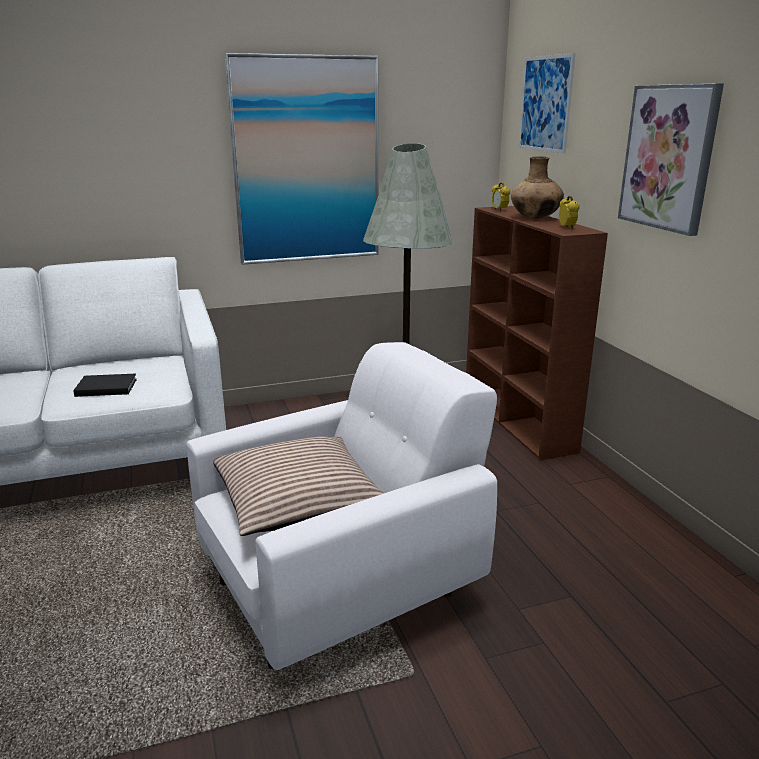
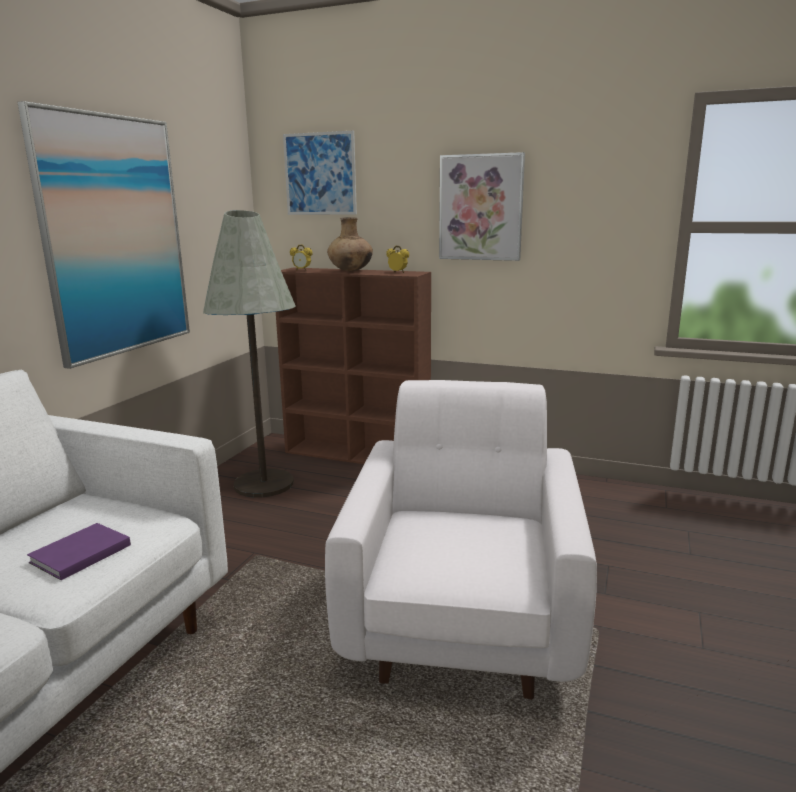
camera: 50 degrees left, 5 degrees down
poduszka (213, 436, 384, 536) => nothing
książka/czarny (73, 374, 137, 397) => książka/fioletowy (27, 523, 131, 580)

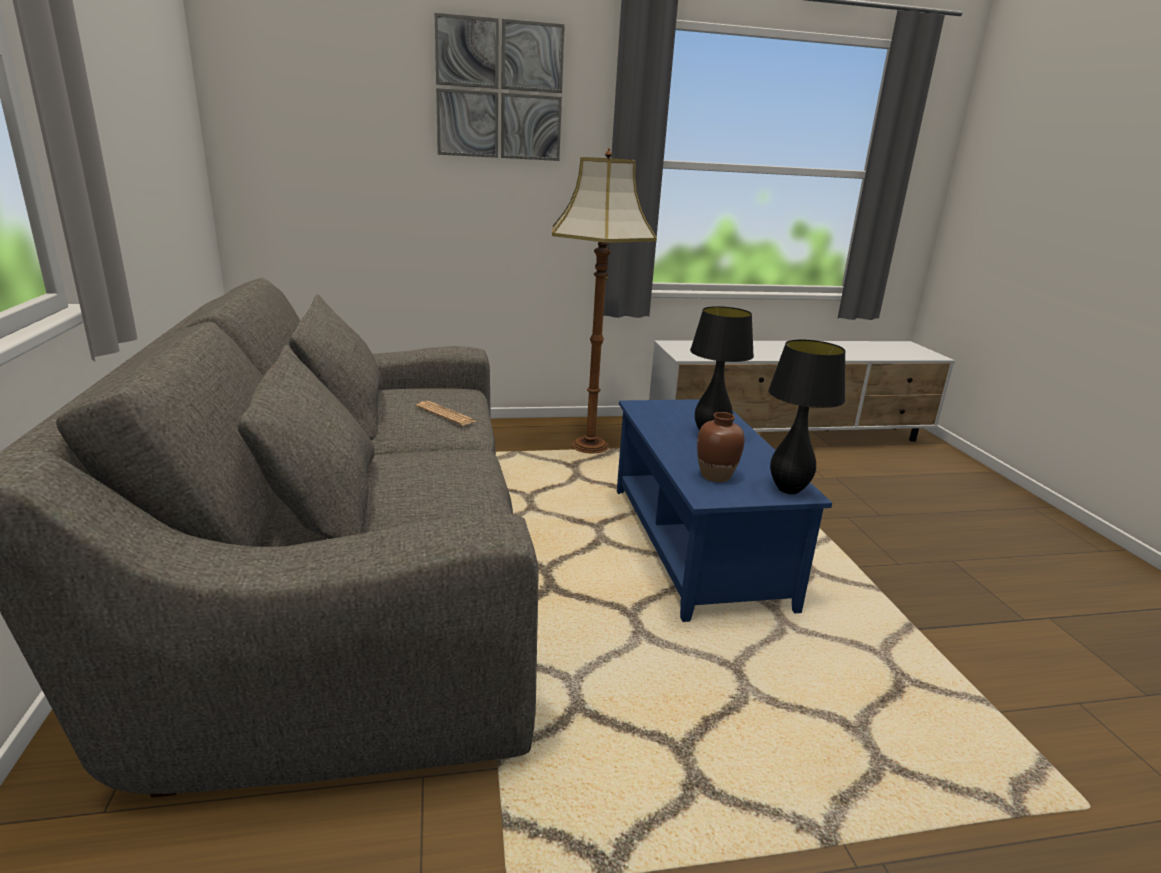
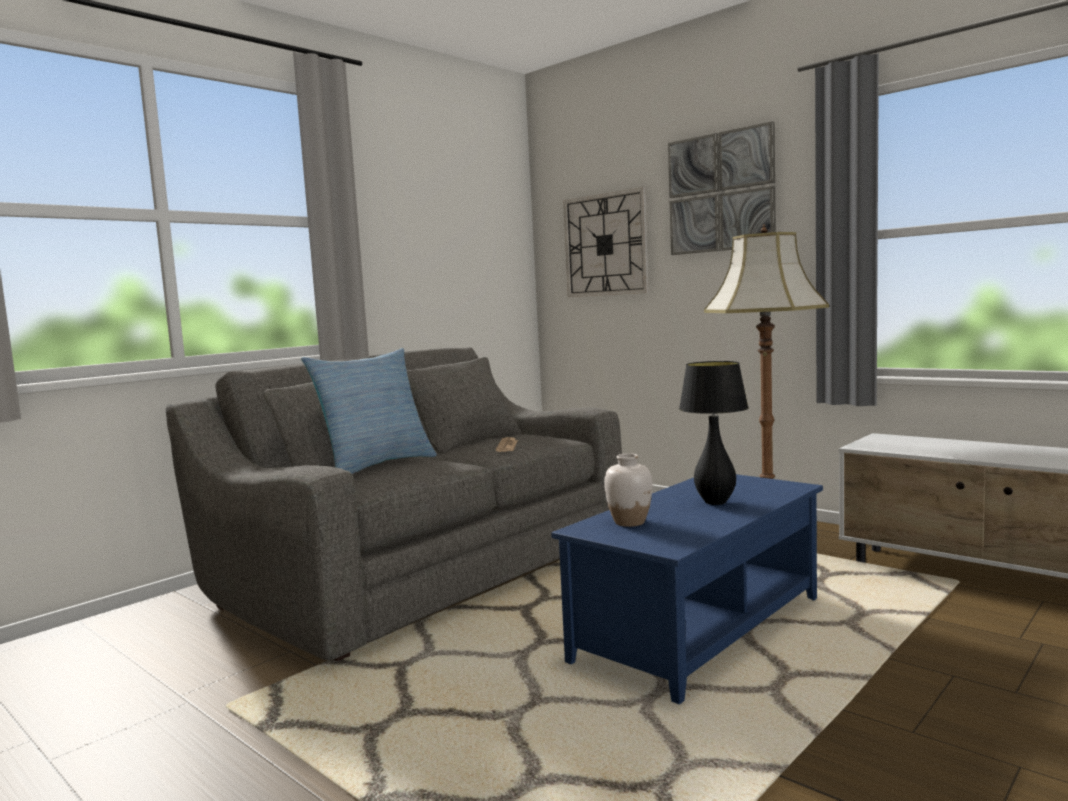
camera: 55 degrees right, 15 degrees down
lampa stołowa/czarny (768, 340, 846, 494) => nothing
nothing => poduszka (301, 348, 437, 474)
nothing => zegar ścienny (563, 187, 649, 297)
wazon/brązowy (697, 412, 745, 482) => wazon/biały (604, 453, 653, 527)

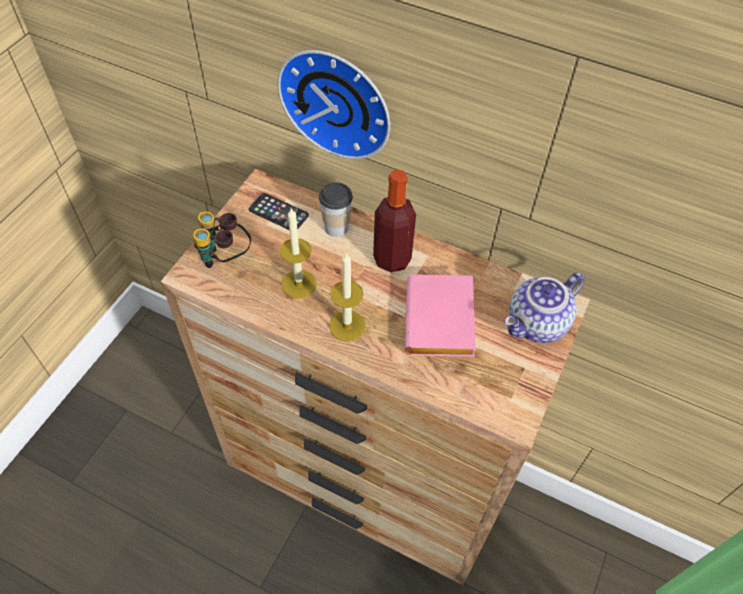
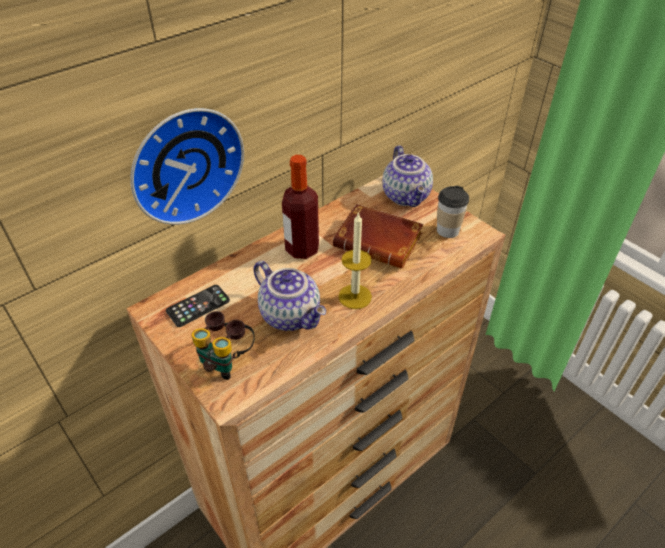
camera: 65 degrees left, 10 degrees down
filiżanka (319, 182, 353, 237) => filiżanka (437, 186, 469, 238), relocated
świeca (280, 208, 317, 298) => imbryk (254, 261, 326, 331)
książka/różowy (405, 274, 476, 357) => książka/brązowy (333, 204, 423, 269)

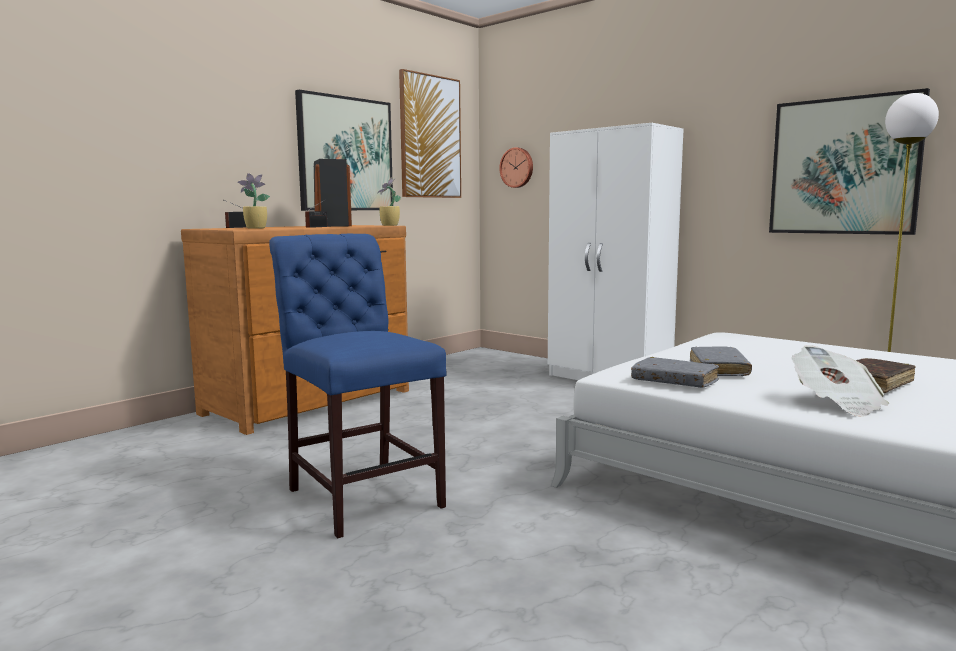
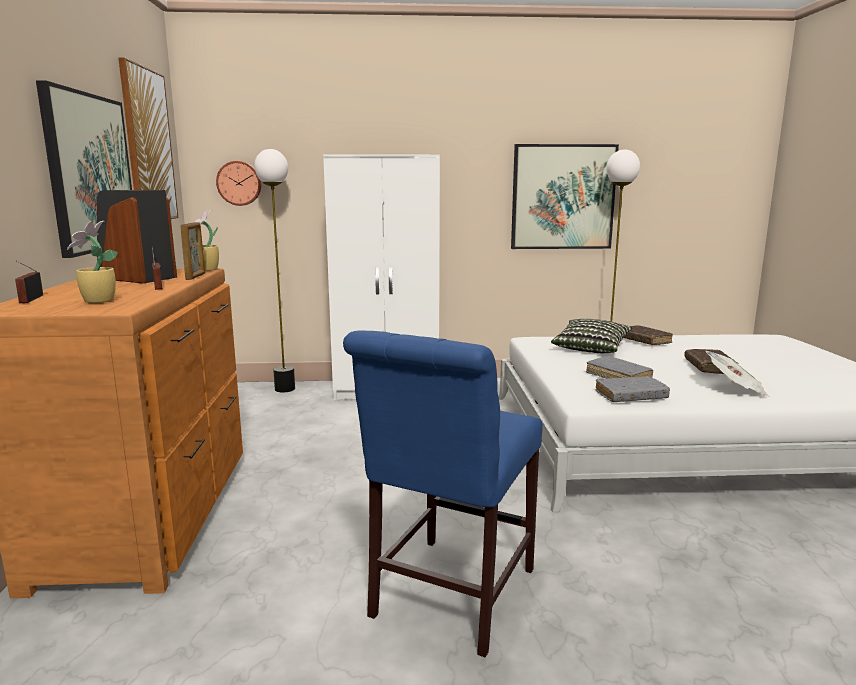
camera: 45 degrees left, 5 degrees up
nothing => ramka na zdjęcie (180, 222, 205, 280)
nothing => lampa stojąca (254, 149, 295, 392)
nothing => poduszka (551, 319, 632, 353)
nothing => książka/brązowy (624, 325, 673, 345)
krzesło/niebieski (269, 233, 447, 538) => krzesło/niebieski (343, 330, 543, 657), 75 degrees counterclockwise

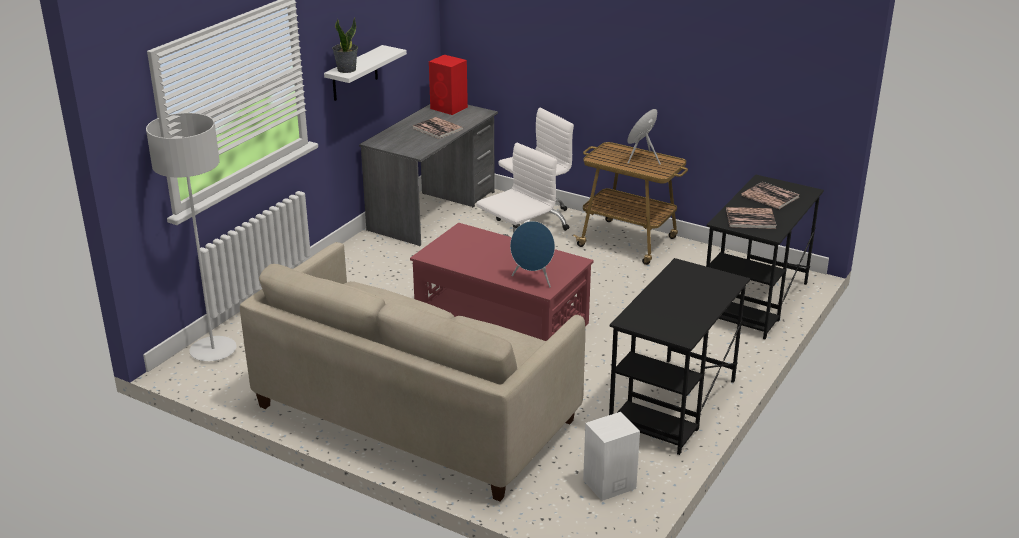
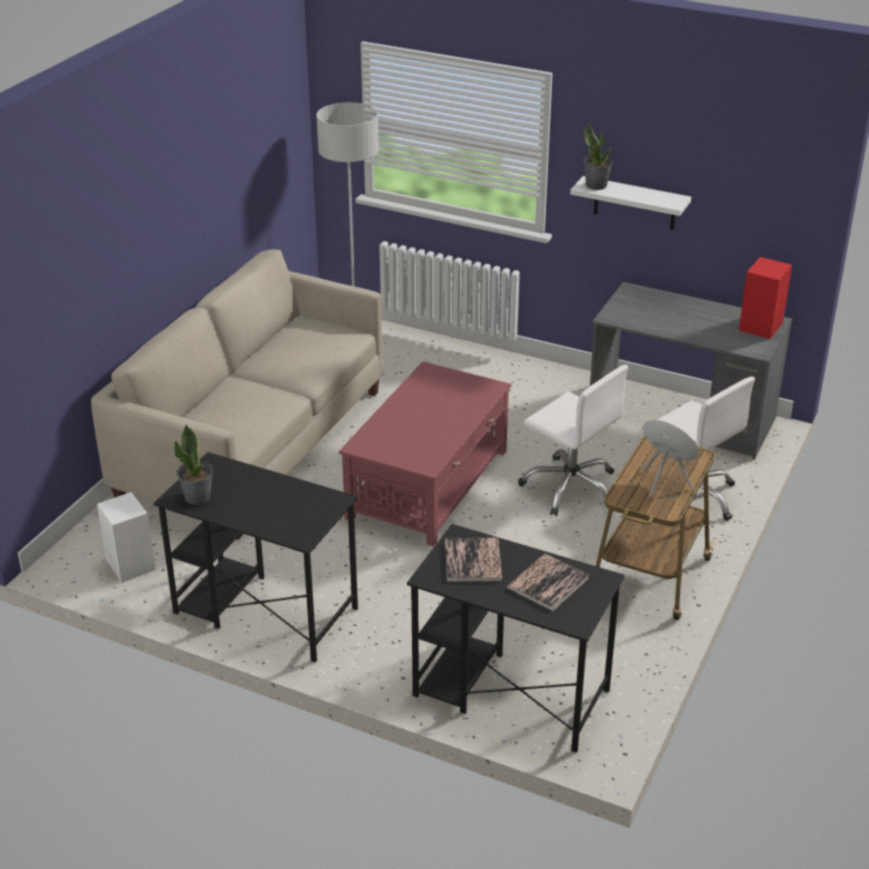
camera: 85 degrees right, 5 degrees up
książka (413, 117, 463, 139) => nothing
głośnik/niebieski (510, 221, 555, 287) => nothing
nothing => roślina doniczkowa (174, 424, 213, 505)

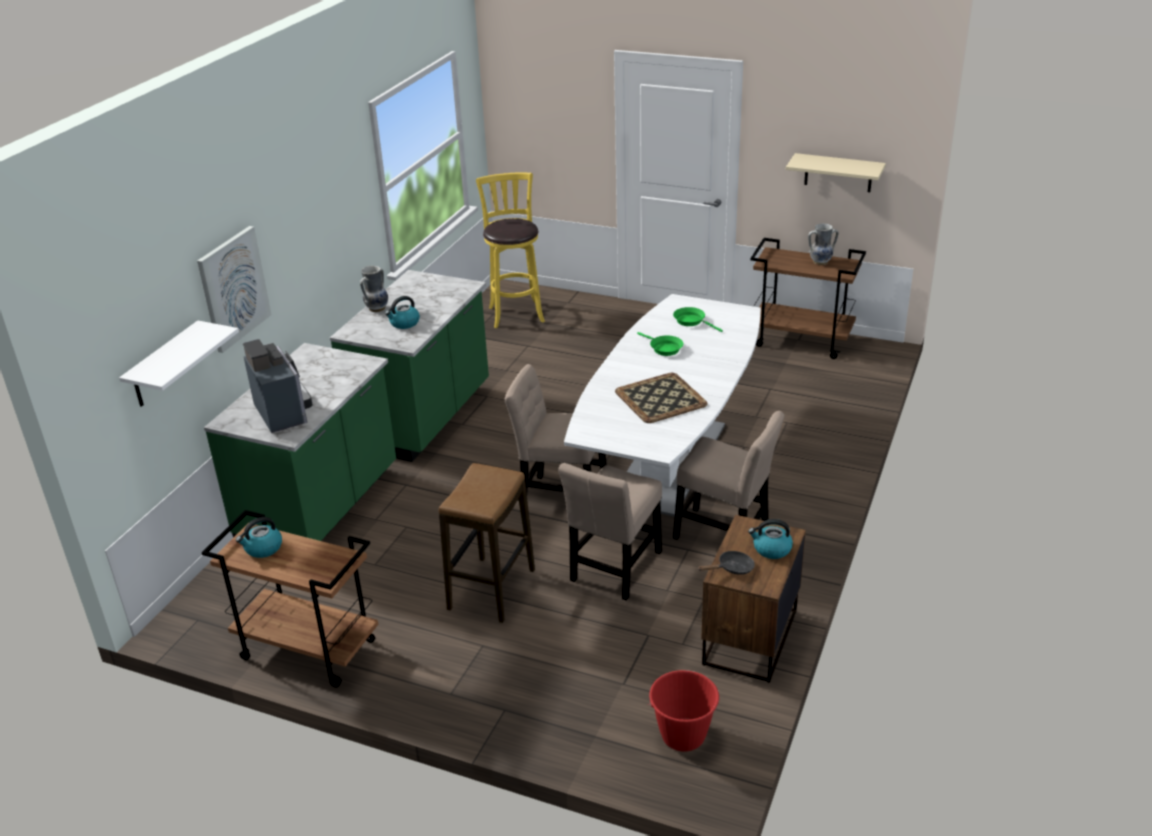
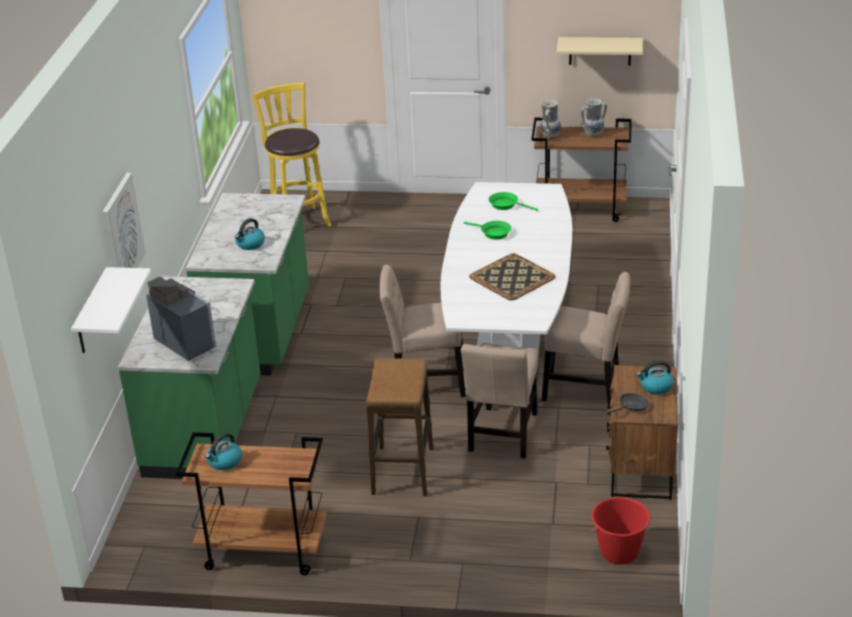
camera: 15 degrees left, 0 degrees up
wazon (360, 266, 388, 312) => wazon (540, 100, 561, 139), relocated

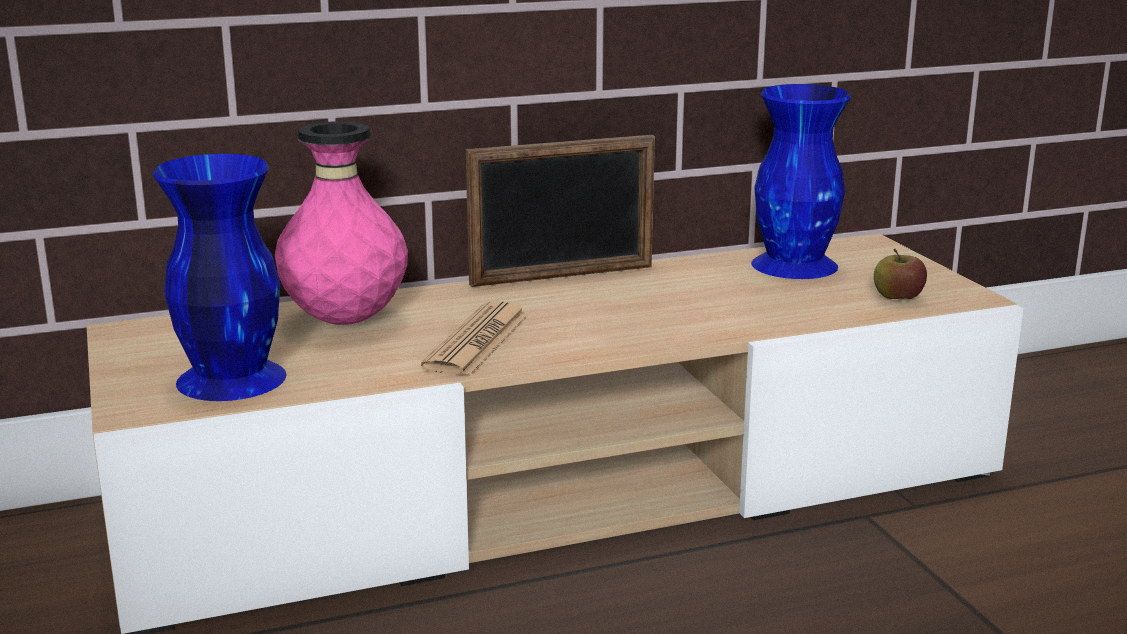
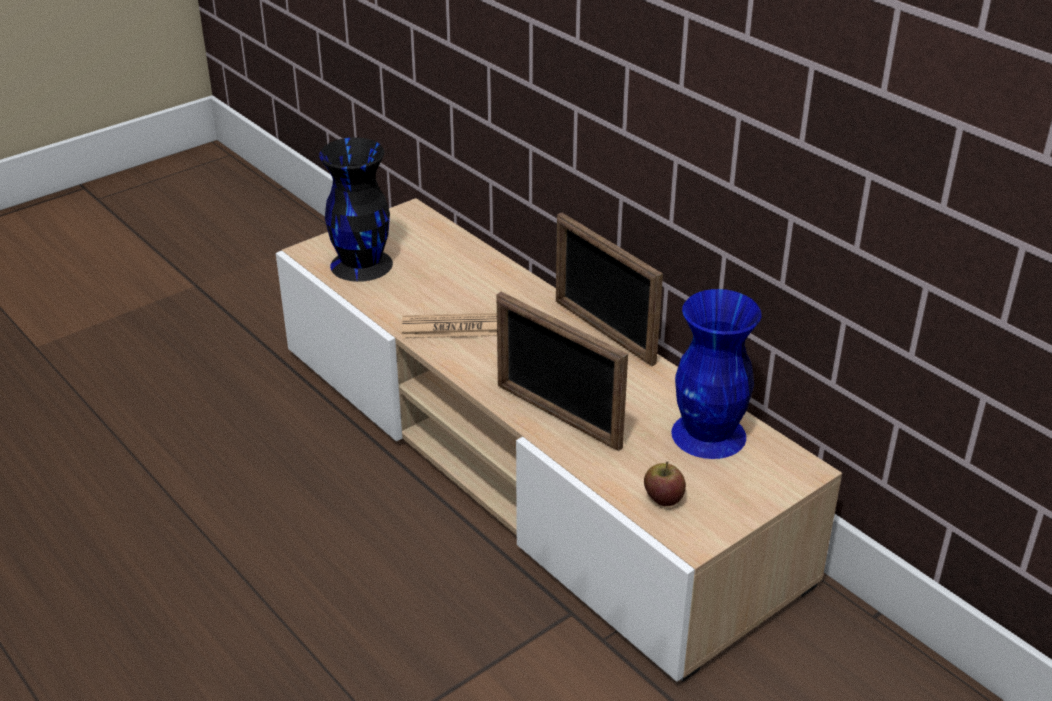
camera: 70 degrees right, 15 degrees up
wazon/różowy (275, 121, 408, 325) => nothing
nothing => ramka na zdjęcie (496, 292, 628, 451)
wazon/niebieski (153, 154, 287, 401) => wazon/czarny (319, 137, 393, 282)

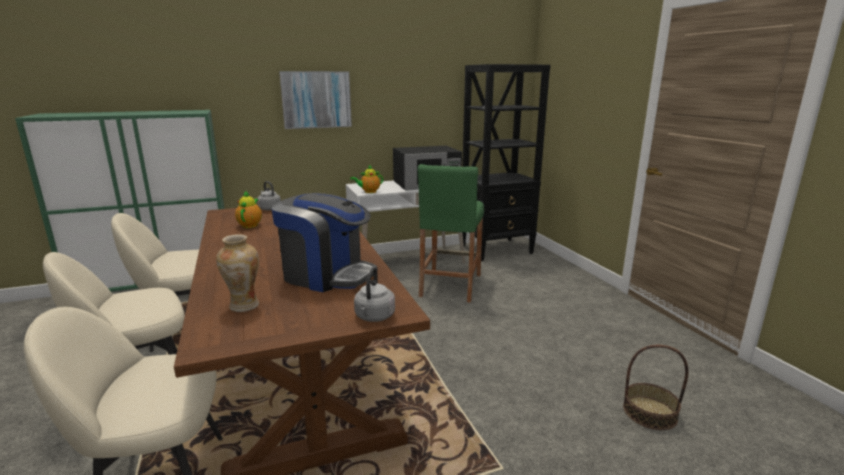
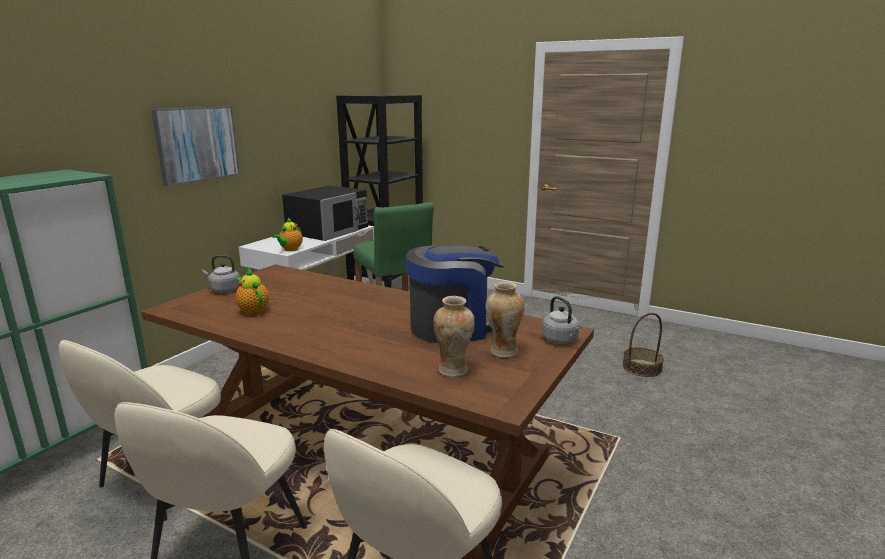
camera: 40 degrees left, 0 degrees up
nothing => wazon (486, 282, 525, 358)

